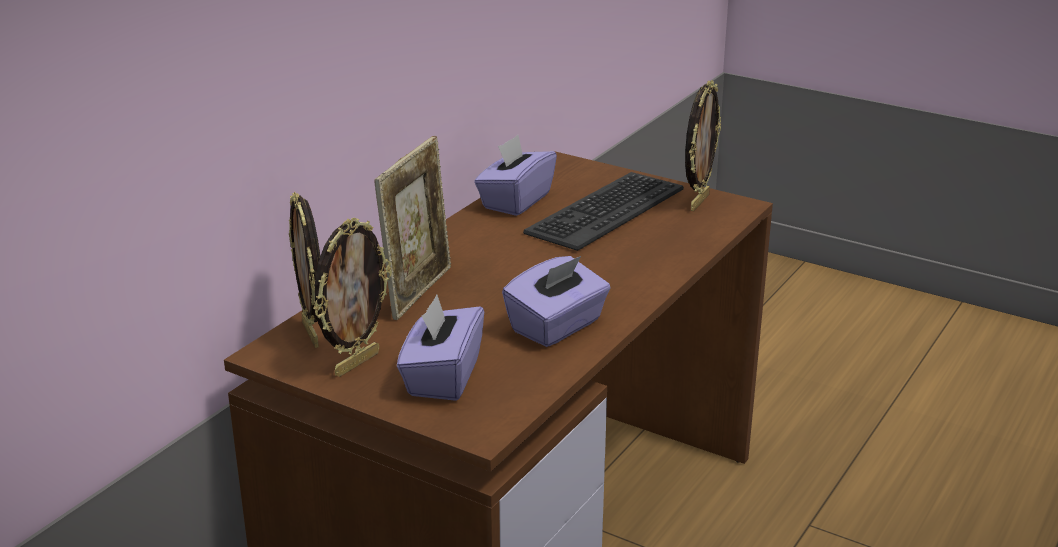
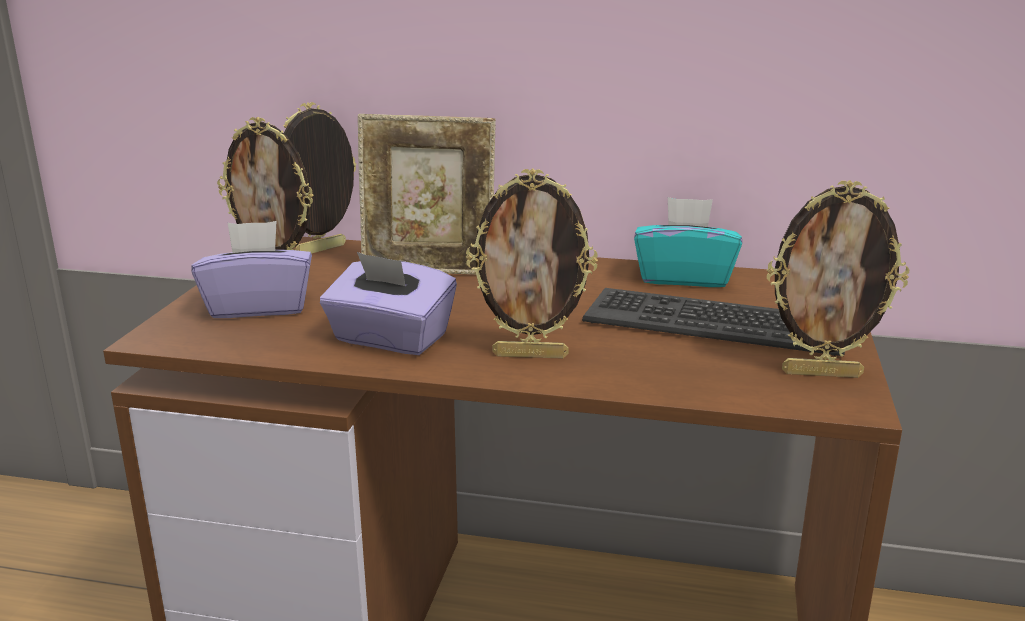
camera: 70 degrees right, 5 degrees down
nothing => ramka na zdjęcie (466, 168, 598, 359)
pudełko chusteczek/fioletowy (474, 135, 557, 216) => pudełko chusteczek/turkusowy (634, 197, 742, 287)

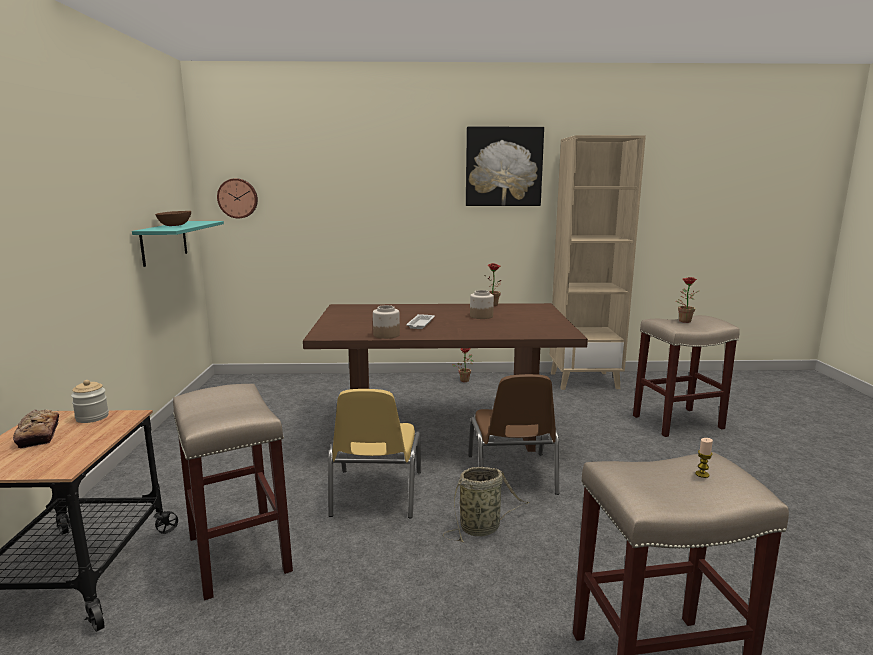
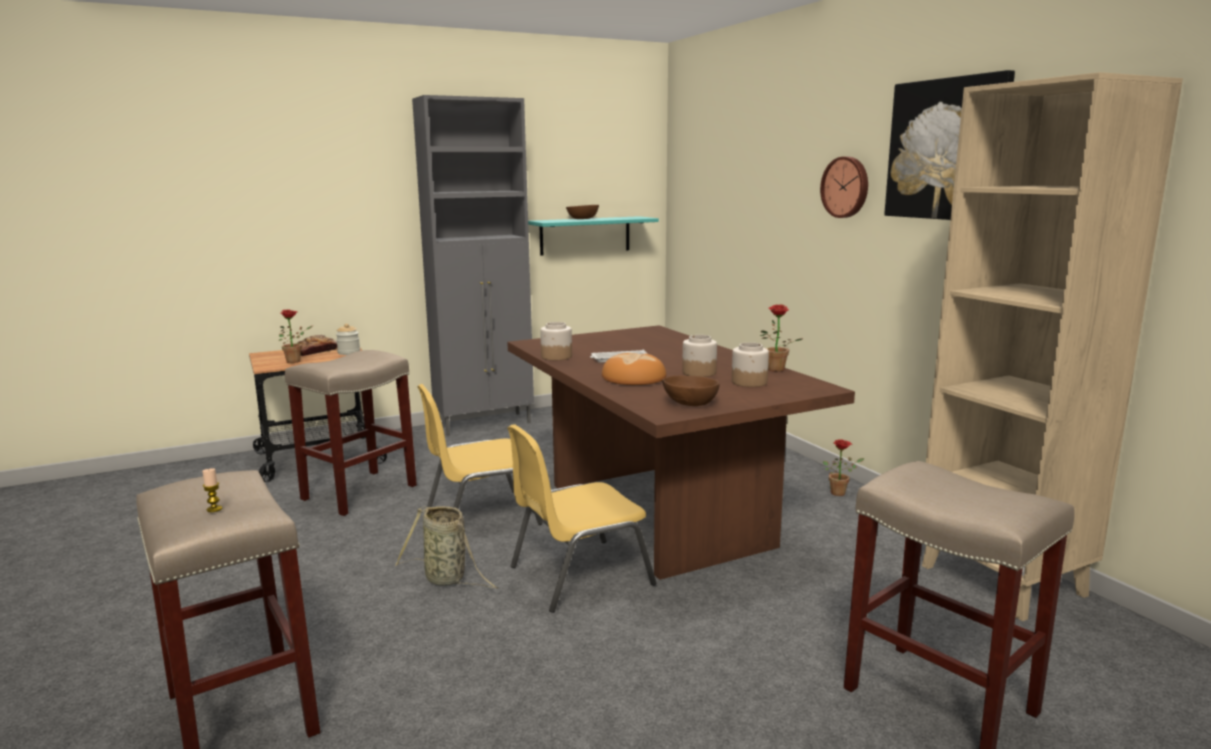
camera: 65 degrees right, 0 degrees up
nothing => szafka/szary (412, 95, 534, 436)
nothing => chleb (602, 353, 666, 385)
nothing => miska/brązowy (662, 375, 720, 406)
nothing => słoik (732, 342, 769, 387)
zegar ścienny (217, 179, 258, 218) => zegar ścienny (820, 157, 868, 218), relocated
roślina doniczkowa (676, 277, 699, 323) => roślina doniczkowa (279, 309, 312, 363), relocated
krzesło/brązowy (468, 374, 559, 495) => krzesło/żółty (508, 424, 656, 613)

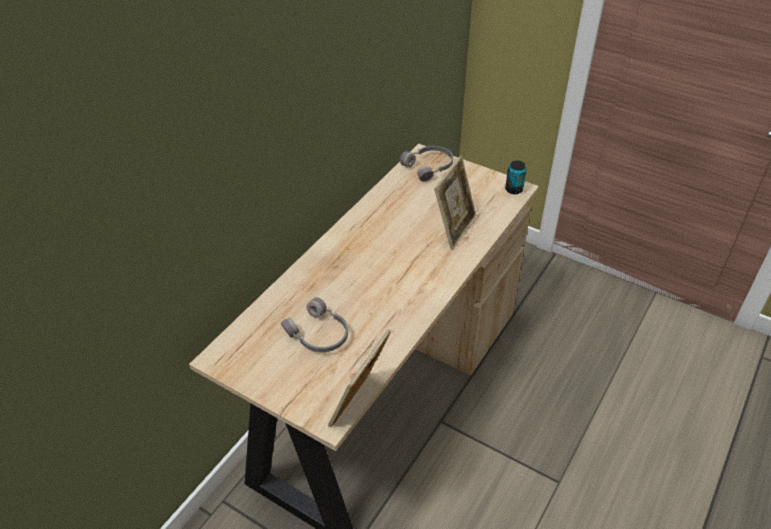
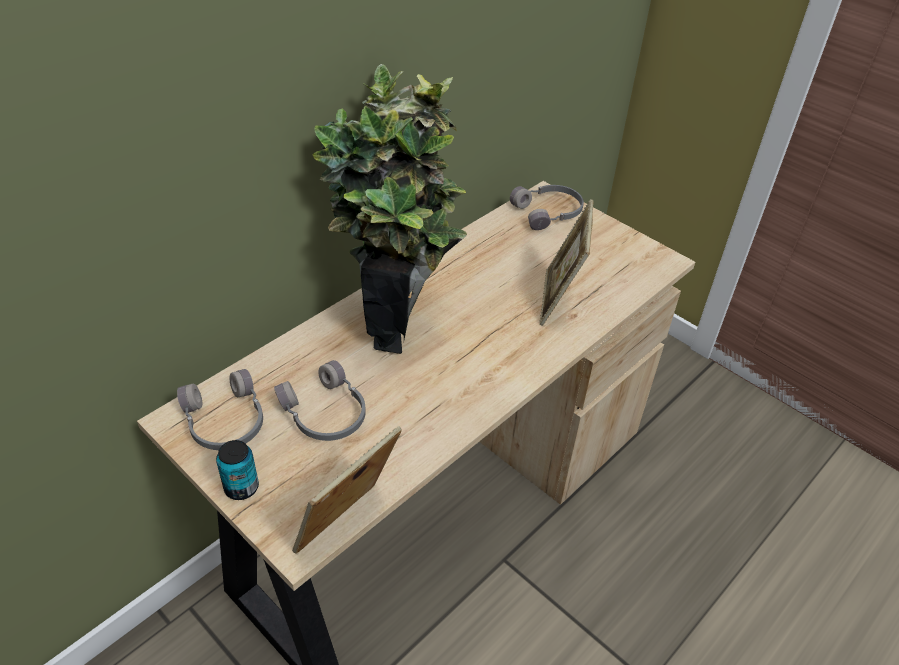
camera: 10 degrees right, 0 degrees up
nothing => słuchawki/szary (177, 369, 263, 450)
nothing => roślina doniczkowa (312, 64, 467, 354)
puszka (505, 161, 526, 194) => puszka (216, 440, 259, 500), relocated
ramka na zdjęcie (434, 156, 476, 250) => ramka na zdjęcie (539, 199, 593, 325), 150 degrees clockwise

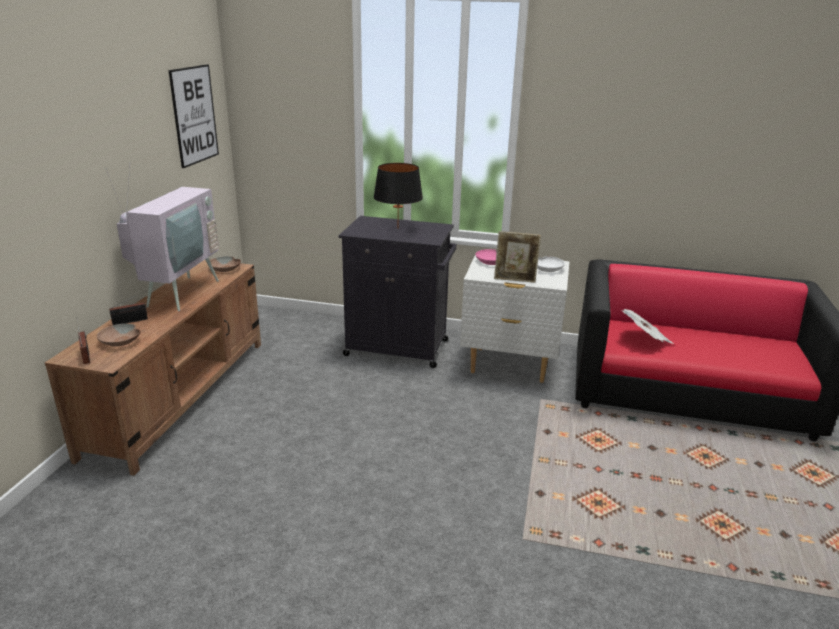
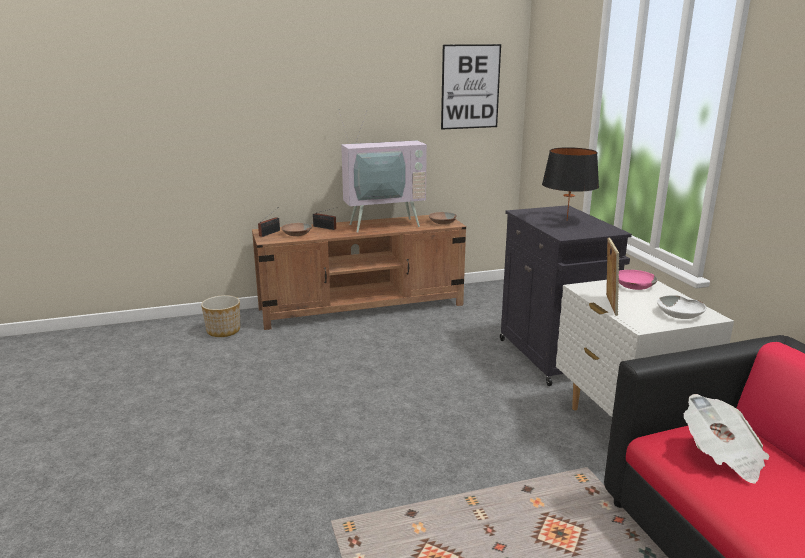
camera: 60 degrees right, 5 degrees down
nothing => donica (201, 295, 240, 337)
ramka na zdjęcie (494, 231, 541, 283) => ramka na zdjęcie (606, 238, 620, 316), 150 degrees counterclockwise

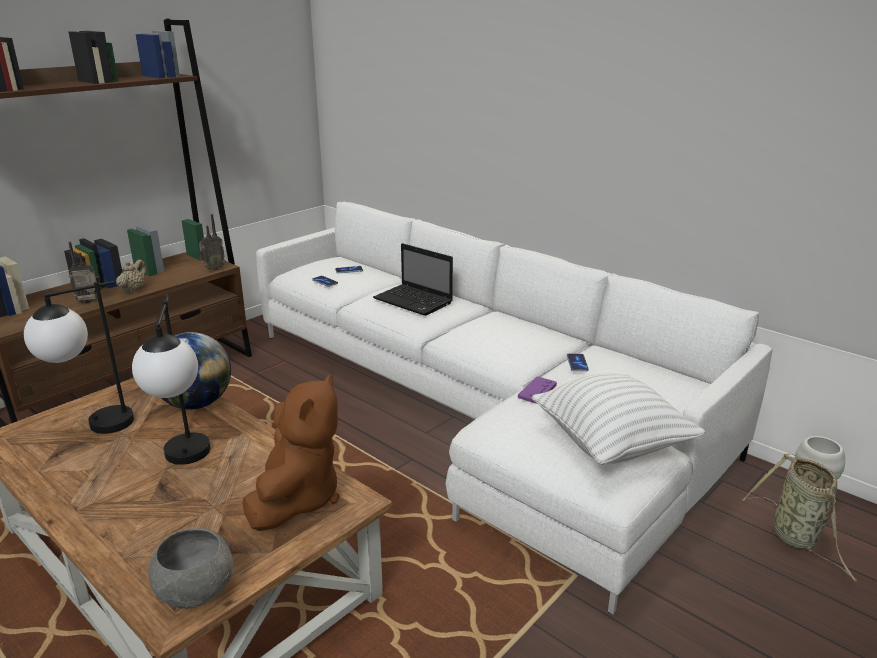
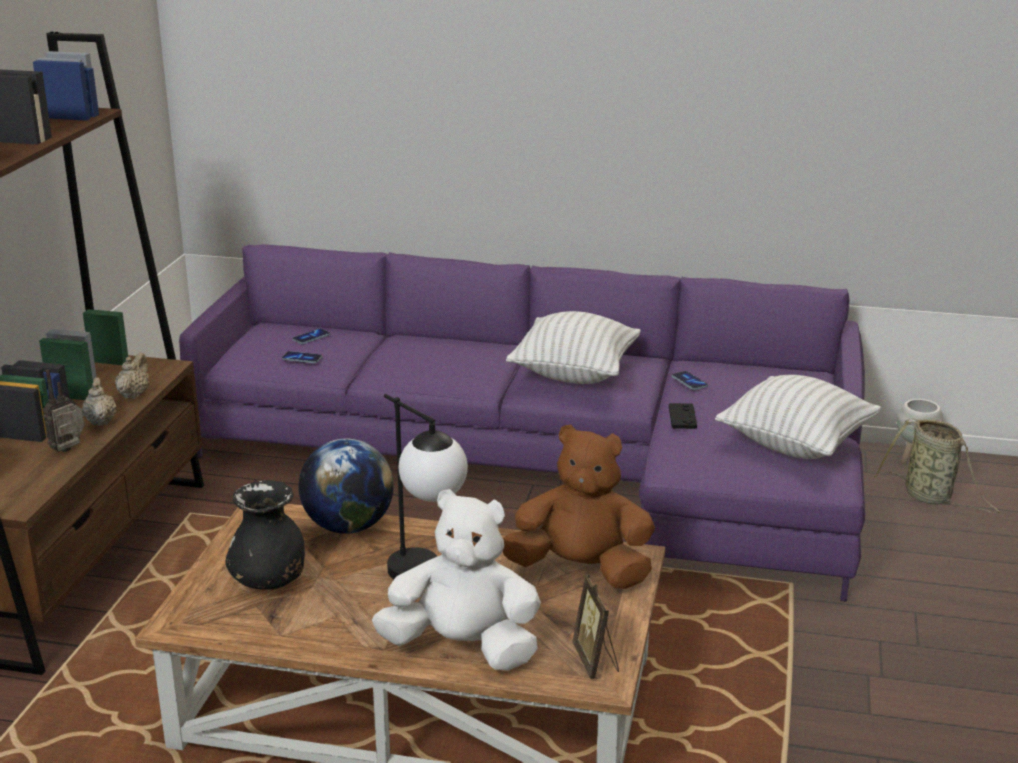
camera: 30 degrees left, 0 degrees up
radio (199, 214, 225, 271) => nothing
laptop (373, 243, 453, 316) => nothing
nothing => imbryk/beżowy (115, 353, 149, 399)
nothing => pluszak/biały (372, 489, 541, 671)
nothing => poduszka/biały (506, 311, 641, 384)
lampa stołowa (24, 281, 134, 434) => wazon/czarny (226, 480, 305, 589)
miska/szary (149, 528, 233, 609) => ramka na zdjęcie (572, 575, 619, 679)
kanapa/biały (256, 202, 772, 615) => kanapa/fioletowy (179, 244, 865, 602)
pad do gier/fioletowy (518, 377, 557, 404) => pad do gier/czarny (669, 403, 697, 429)
pluszak/brązowy (243, 374, 339, 531) => pluszak/brązowy (502, 425, 655, 589), 60 degrees counterclockwise

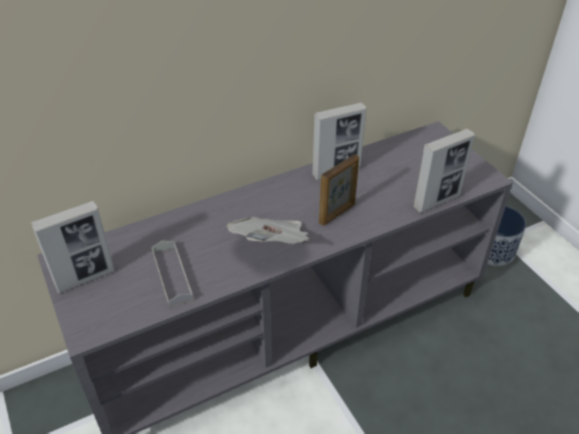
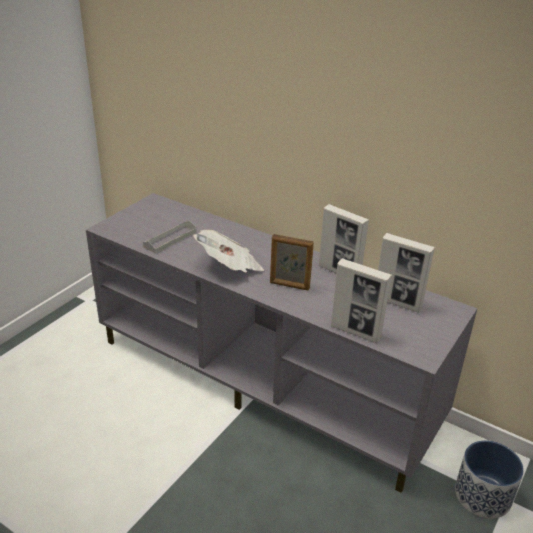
camera: 60 degrees right, 10 degrees down
ramka na zdjęcie (31, 201, 115, 293) => ramka na zdjęcie (378, 233, 435, 313), relocated

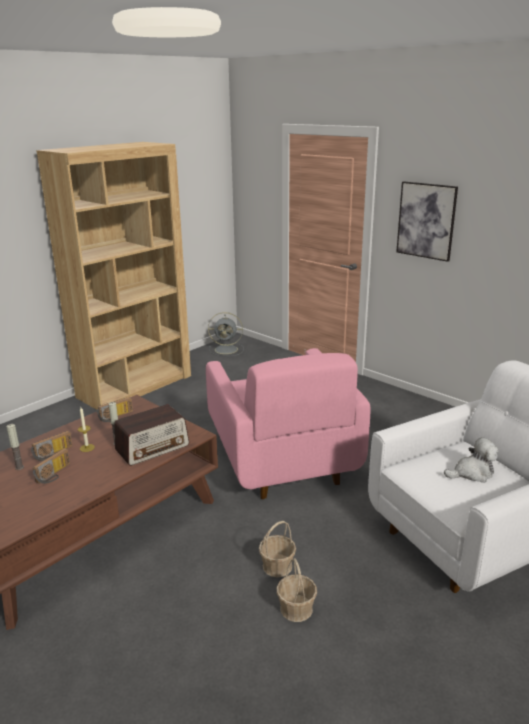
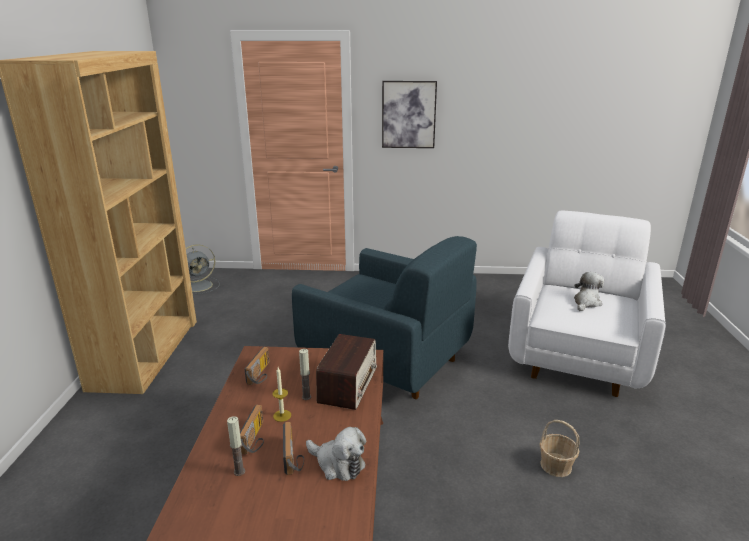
camera: 40 degrees left, 0 degrees up
koszyk (259, 521, 296, 578) => nothing
nothing => pluszak (306, 427, 366, 481)
fotel/różowy (206, 348, 370, 499) => fotel/niebieski (292, 236, 477, 399)

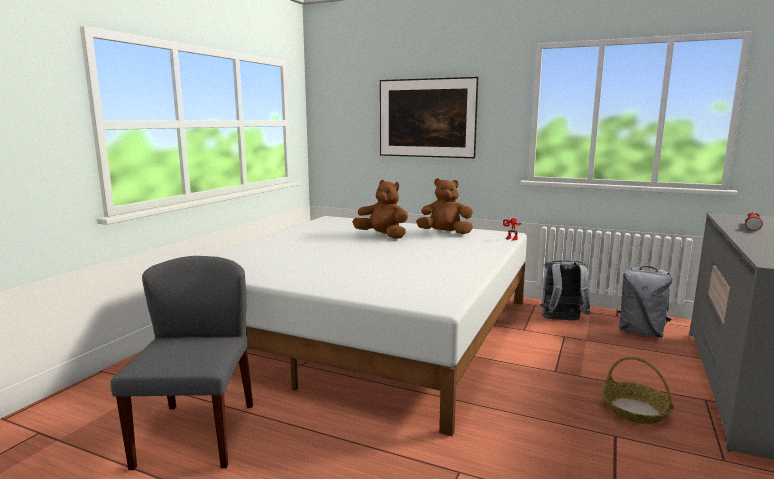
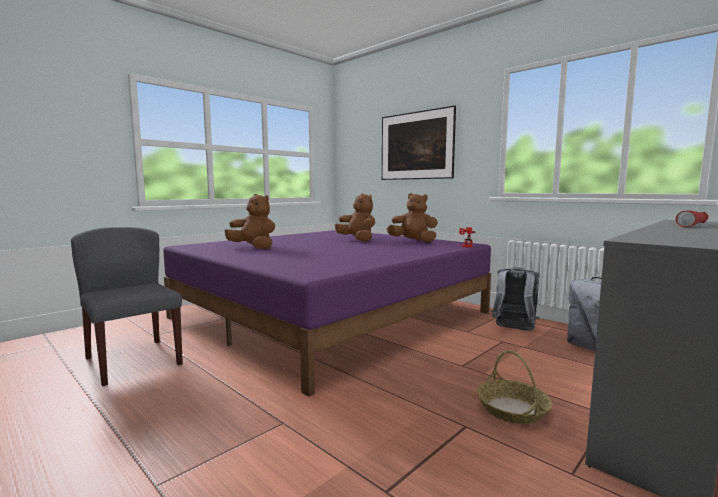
camera: 20 degrees right, 5 degrees down
nothing => pluszak/brązowy (225, 194, 275, 249)
łóżko/biały (204, 216, 527, 436) => łóżko/fioletowy (163, 230, 491, 397)
krzesło/szary (110, 256, 253, 470) => krzesło/szary (71, 227, 183, 386), 60 degrees counterclockwise

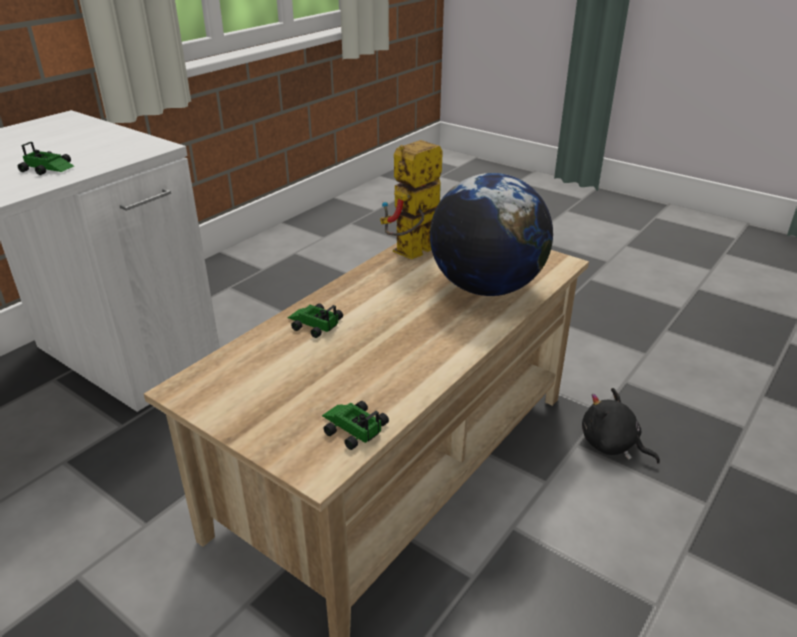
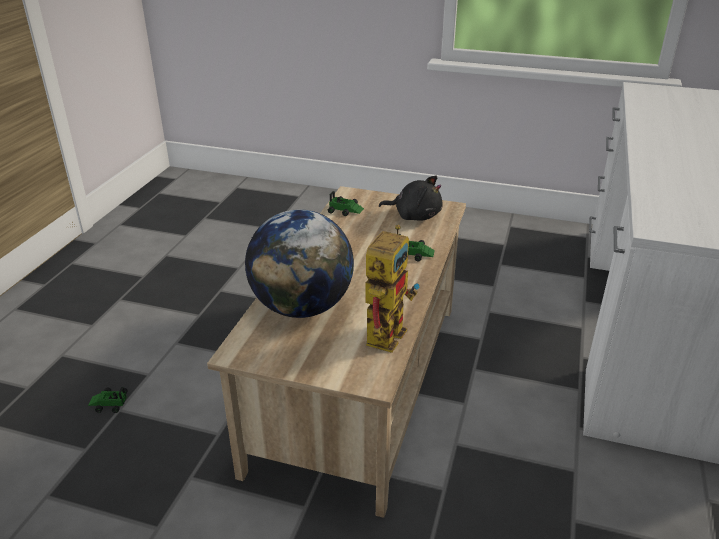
camera: 160 degrees right, 0 degrees up
samochodzik (18, 142, 74, 175) => samochodzik (88, 387, 127, 413), relocated
pluszak/czarny (582, 388, 660, 463) => pluszak/czarny (379, 176, 443, 221), relocated

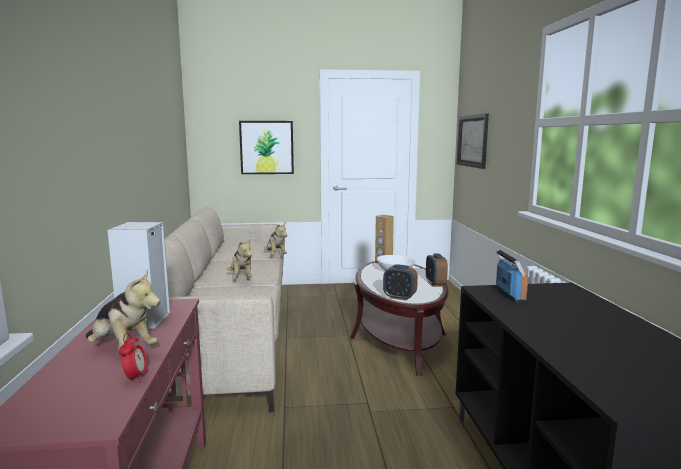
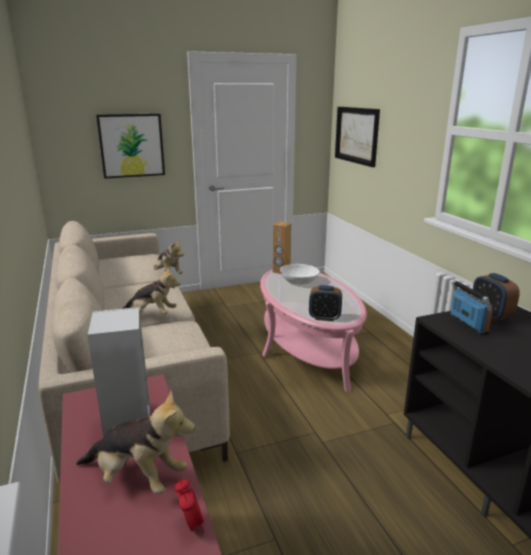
camera: 15 degrees left, 10 degrees up
budzik (426, 253, 448, 287) => budzik (473, 273, 520, 321), relocated
ława/brązowy (351, 261, 448, 376) => ława/różowy (260, 269, 367, 392)
pluszak (226, 239, 252, 278) => pluszak (122, 267, 180, 314), 45 degrees counterclockwise

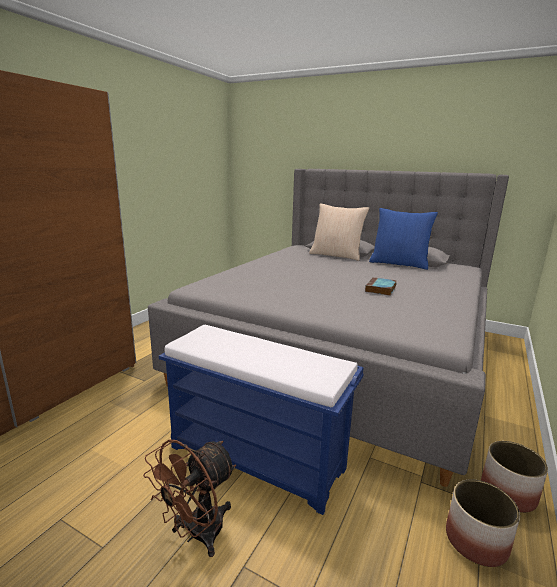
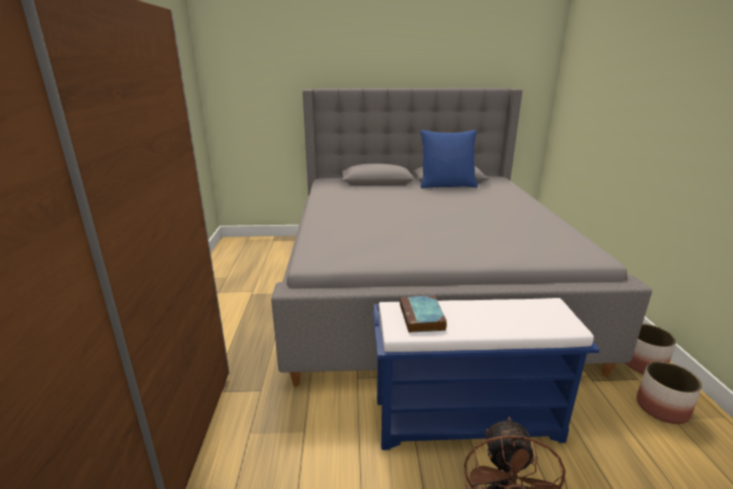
camera: 30 degrees left, 5 degrees up
poduszka/beżowy (309, 204, 369, 261) => nothing
książka (365, 277, 397, 296) => książka (400, 295, 447, 333), relocated

